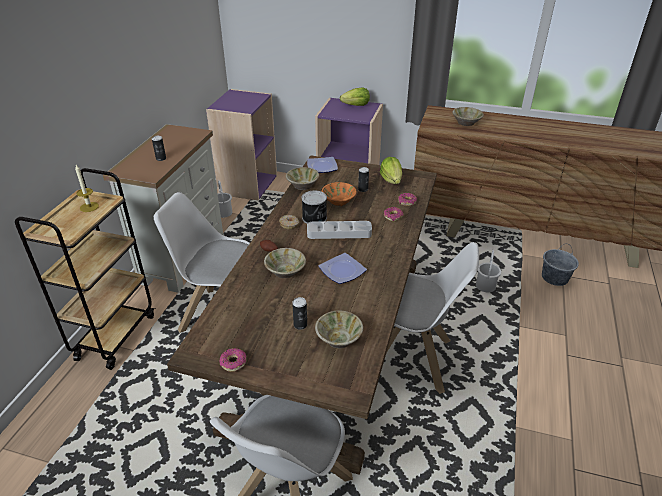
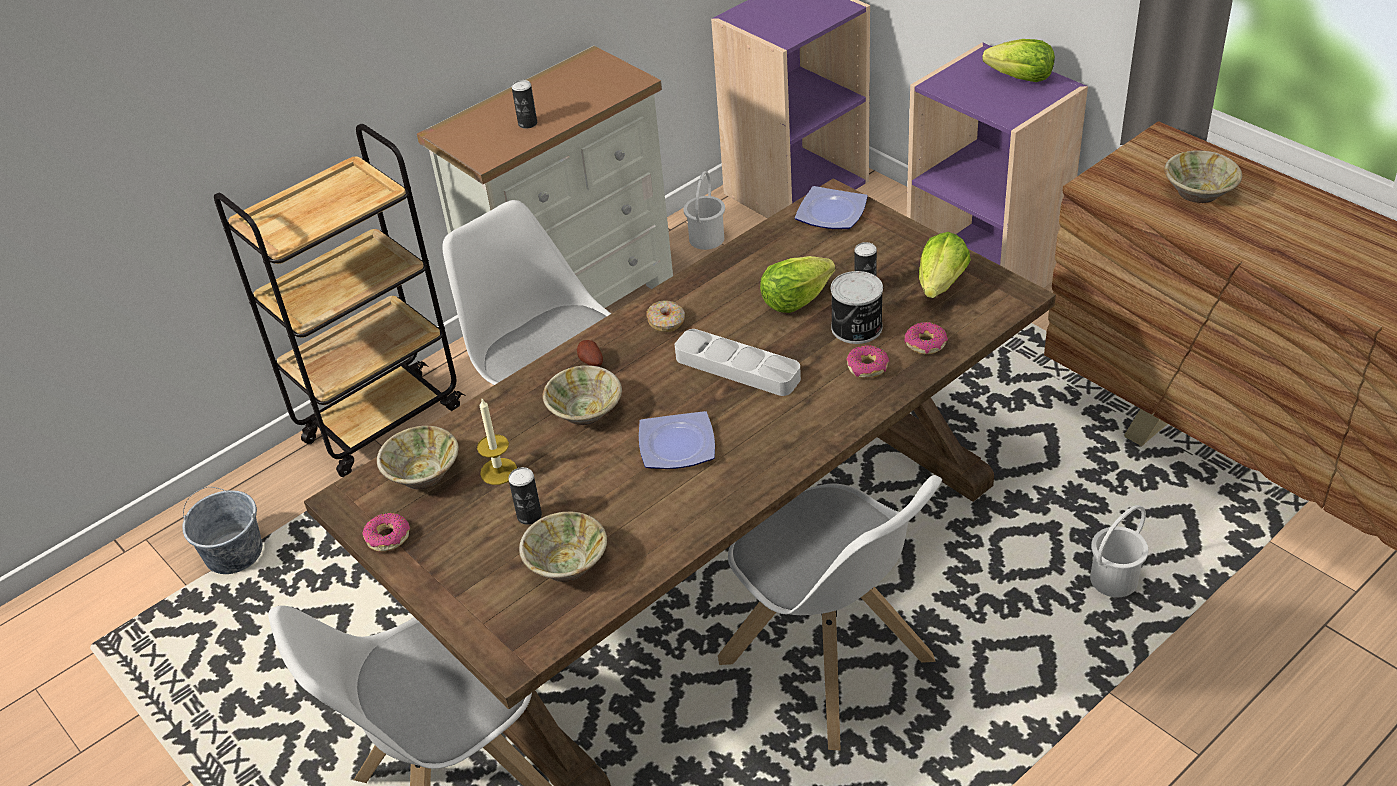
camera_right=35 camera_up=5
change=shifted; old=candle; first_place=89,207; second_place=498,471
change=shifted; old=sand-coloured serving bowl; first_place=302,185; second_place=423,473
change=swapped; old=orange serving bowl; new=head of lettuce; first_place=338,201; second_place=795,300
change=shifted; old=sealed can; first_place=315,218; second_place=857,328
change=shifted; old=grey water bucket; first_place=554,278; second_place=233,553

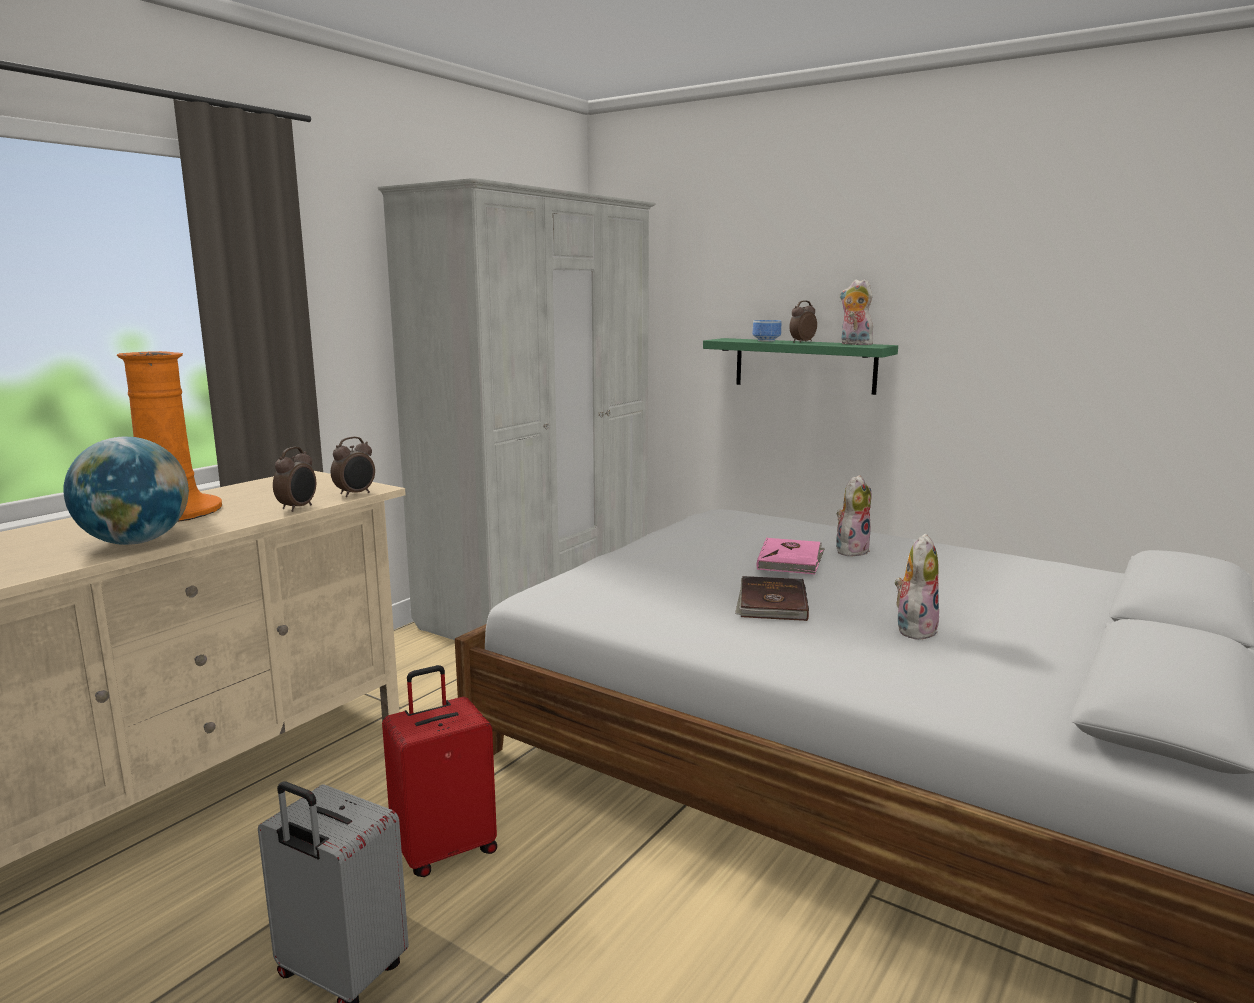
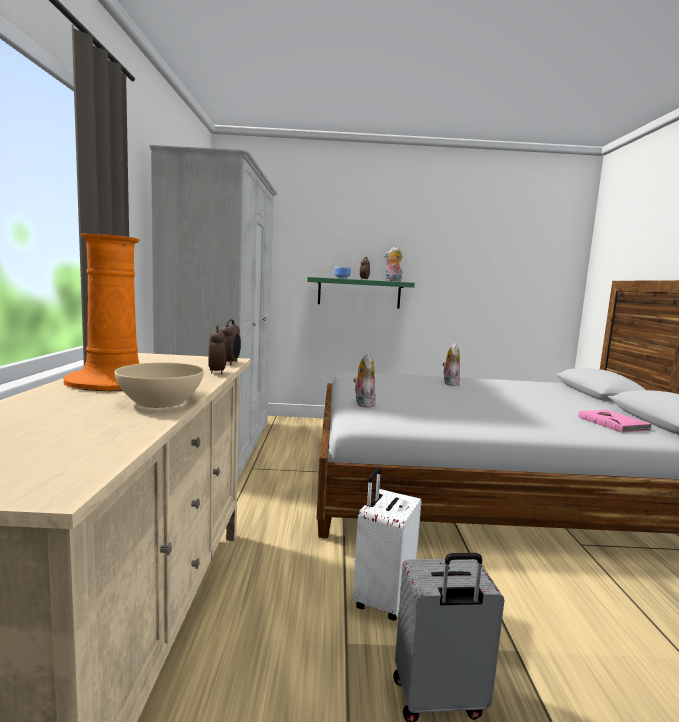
camera_right=-35 camera_up=-5
change=swapped; old=desk globe; new=sand-coloured serving bowl; first_place=136,542; second_place=161,401
change=shifted; old=plush toy; first_place=914,629; second_place=363,404
change=shifted; old=pink-coloured book; first_place=791,560; second_place=613,423
change=gone; old=brown-coloured book; first_place=771,603
change=repainted; old=red-coloured travel case; new=white travel case; first_place=445,849; second_place=382,599

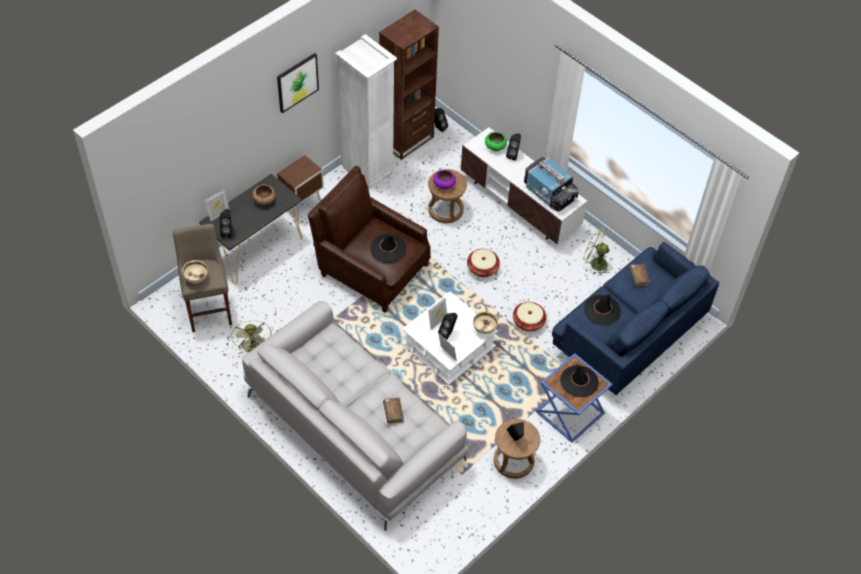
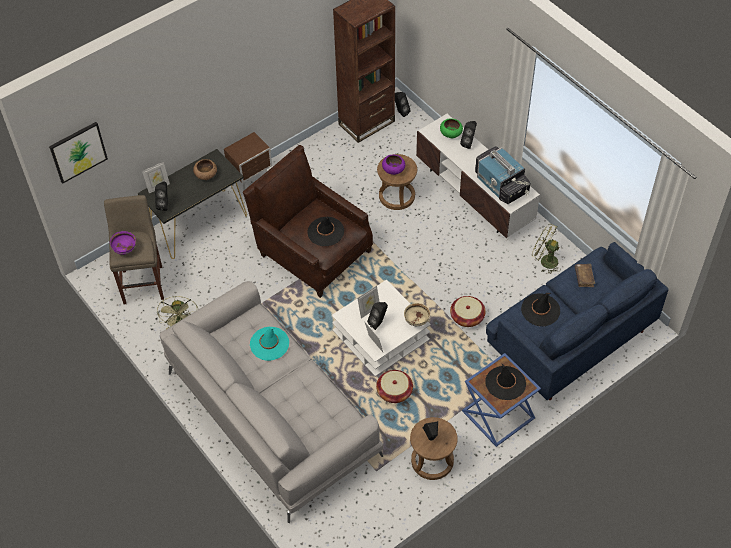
camera_right=10 camera_up=0
change=gone; old=white cupboard; first_place=368,169
change=shifted; old=wall art; first_place=297,82; second_place=78,151
change=shifted; old=basket; first_place=482,268; second_place=394,392
change=repainted; old=sand-coloured serving bowl; new=purple serving bowl; first_place=196,278; second_place=125,250
change=gone; old=brown-coloured book; first_place=393,412
change=new; new=turquoise-coloured wearable hat; second_place=269,344

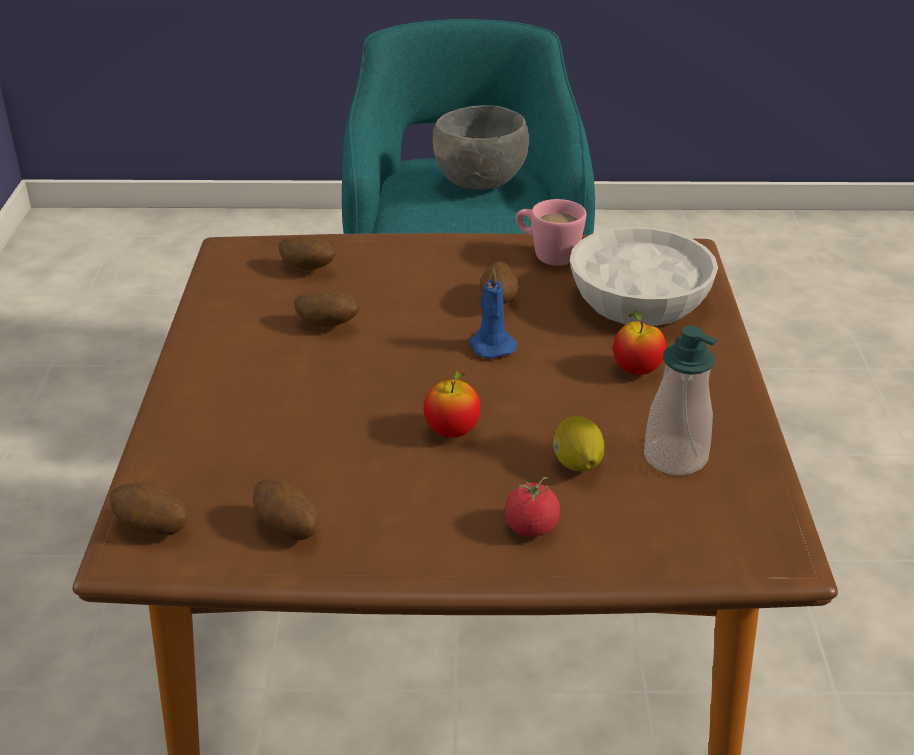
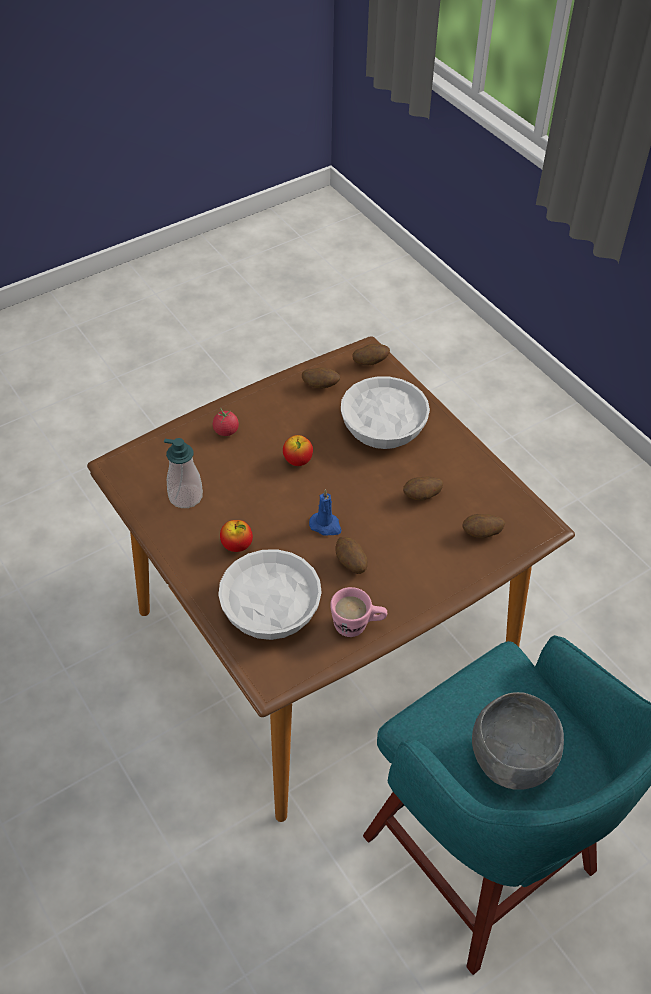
camera_right=145 camera_up=15
change=gone; old=lemon; first_place=577,465
change=new; new=white serving bowl; second_place=382,427

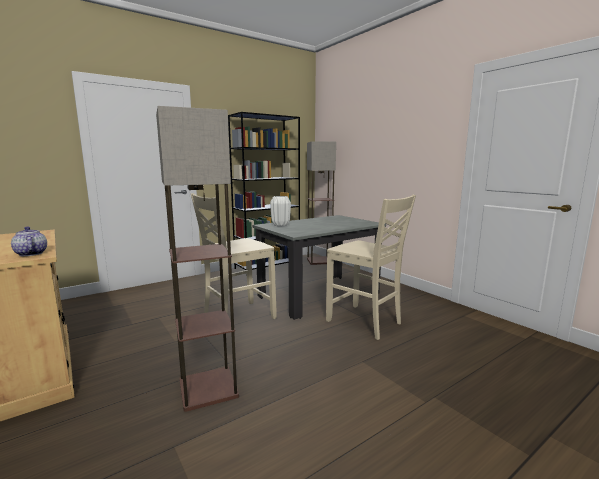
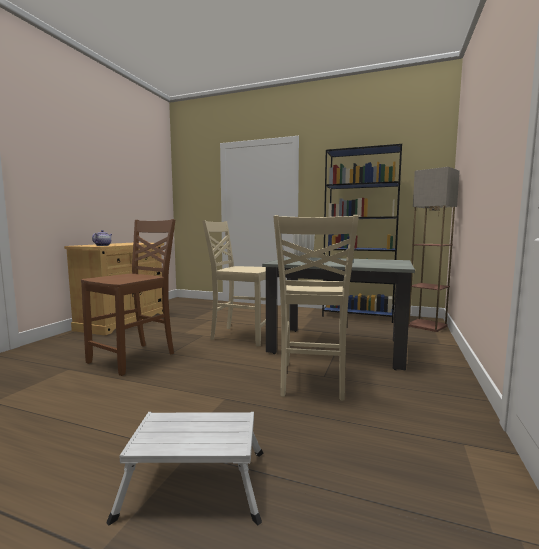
camera_right=55 camera_up=-5
change=swapped; old=standing lamp; new=brown-coloured chair; first_place=209,388; second_place=134,358
change=new; new=white step stool; second_place=194,483

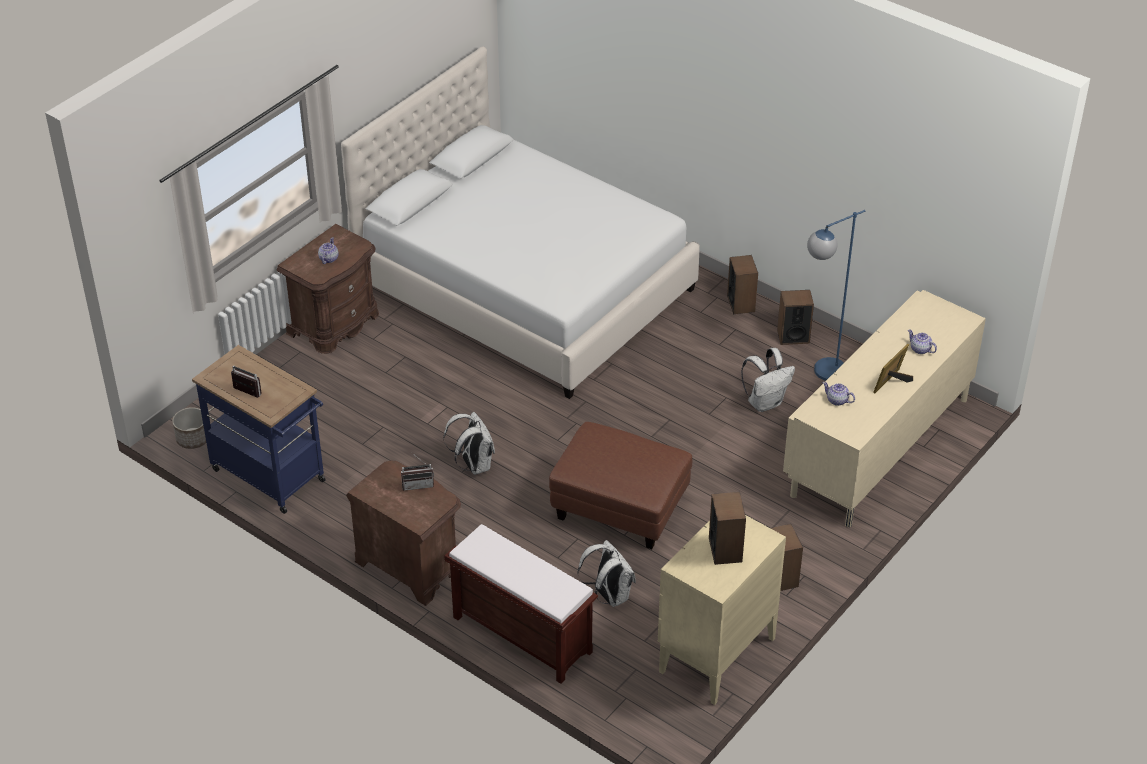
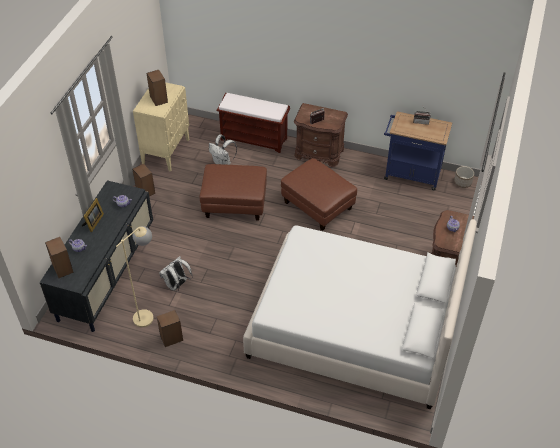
camera_right=160 camera_up=5
change=repainted; old=bluish standing lamp; new=sand-coloured standing lamp; first_place=821,375; second_place=148,314
change=shifted; old=loudspeaker; first_place=741,303; second_place=62,268
change=repainted; old=sand-coloured cupboard; new=blackish cupboard; first_place=877,445; second_place=107,275
change=swapped; old=white rucksack; new=brown-coloured ottoman; first_place=473,465; second_place=318,206

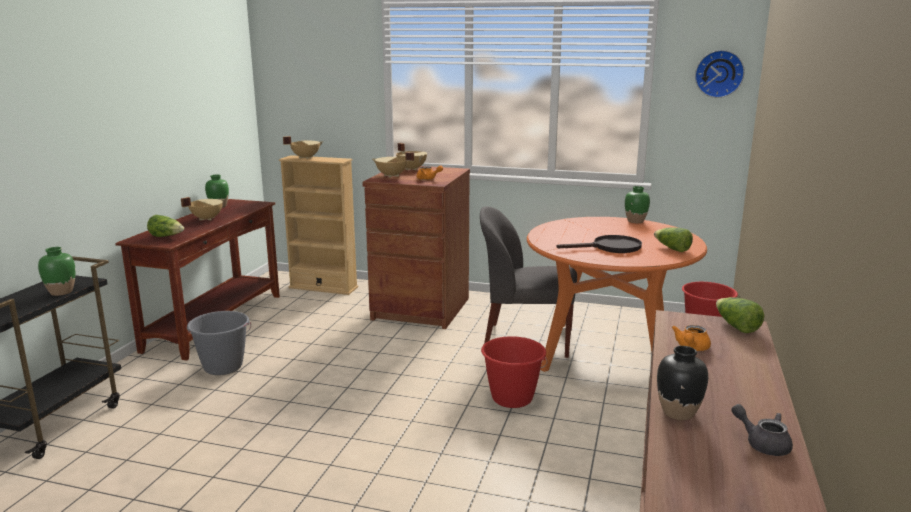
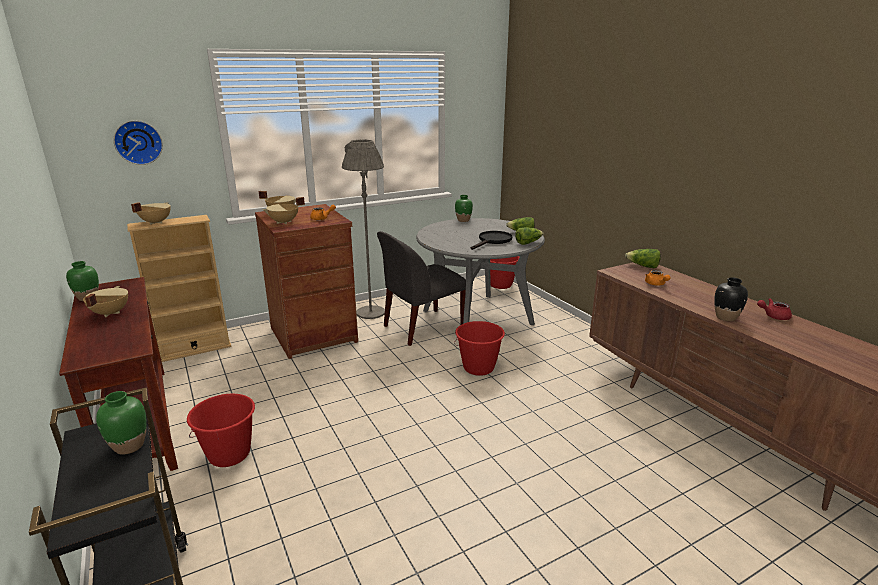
camera_right=-45 camera_up=5
change=shifted; old=clock on the wall; first_place=719,73; second_place=138,142
change=shifted; old=head of lettuce; first_place=167,236; second_place=528,243
change=repainted; old=orange dinner table; new=grey dinner table; first_place=606,353; second_place=477,317
change=repainted; old=grey water bucket; new=red-coloured water bucket; first_place=223,367; second_place=229,455
change=repainted; old=grey teapot; new=red-coloured teapot; first_place=762,443; second_place=773,316
change=new; new=grey standing lamp; second_place=370,312

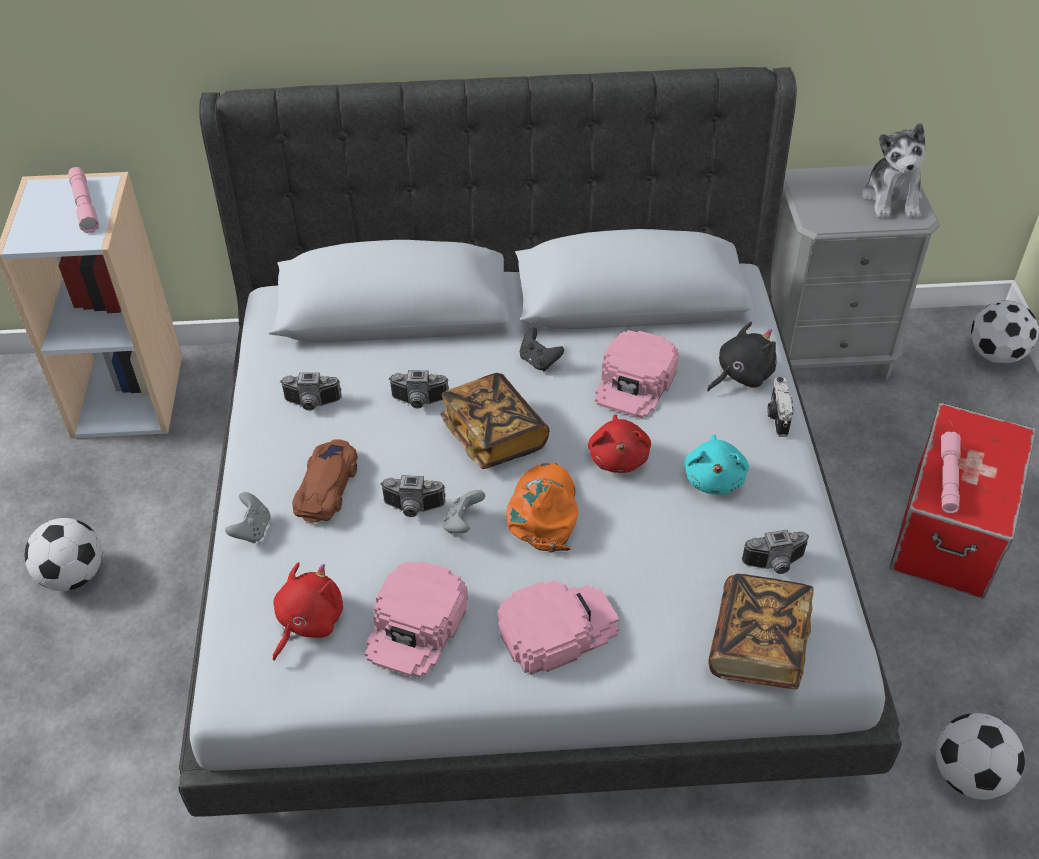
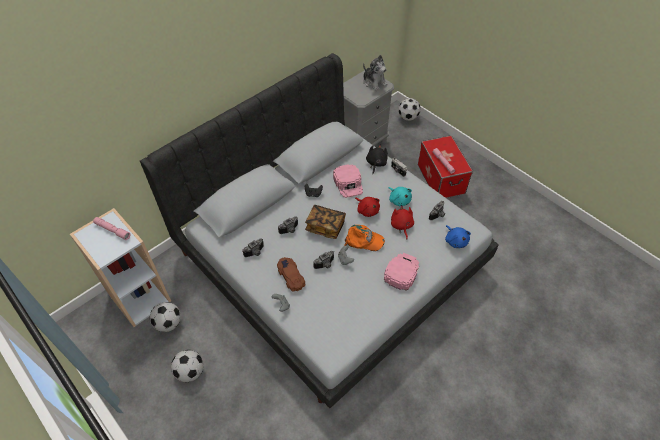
camera_right=-40 camera_up=5
change=rotated; old=orange peaked cap; first_place=544,511; second_place=363,240; degrees=135
change=gone; old=pink-coloured peaked cap; first_place=416,625
change=shifted; old=red-coloured plush toy; first_place=307,622; second_place=401,226
change=swapped; old=book; new=bluish plush toy; first_place=758,646; second_place=455,240
change=shifted; old=football; first_place=968,775; second_place=168,323

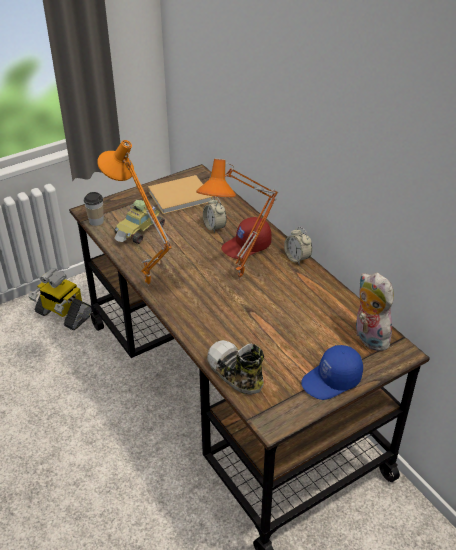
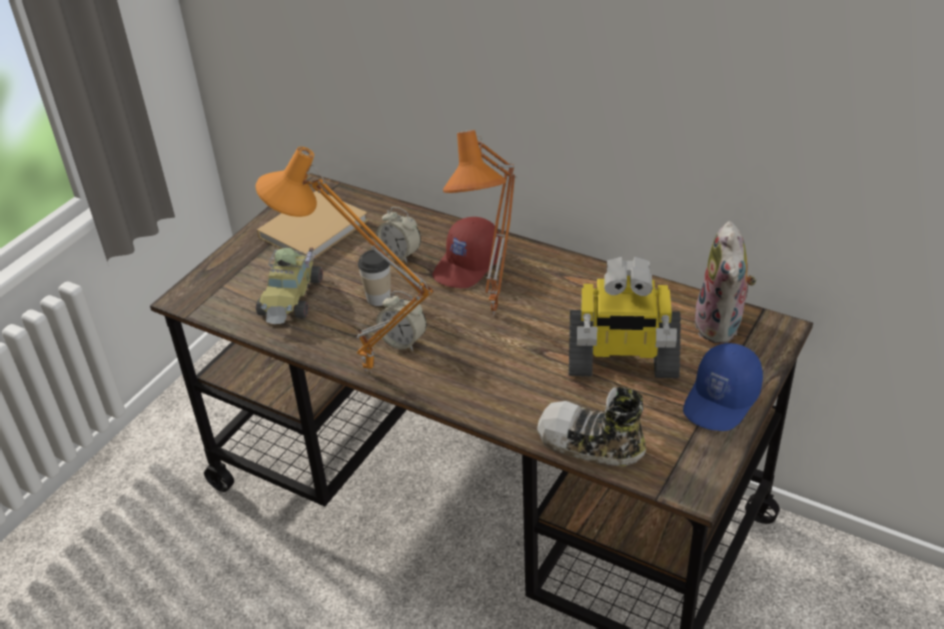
camera_right=-25 camera_up=0
change=shifted; old=small cup; first_place=96,221; second_place=378,298
change=shifted; old=alarm clock; first_place=297,258; second_place=403,341
change=shifted; old=toy robot; first_place=63,314; second_place=621,360
change=rotated; old=plush toy; first_place=368,337; second_place=722,326; degrees=-120

